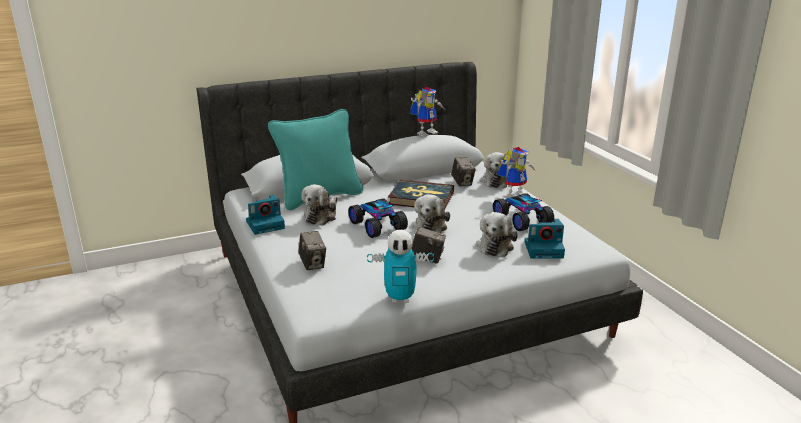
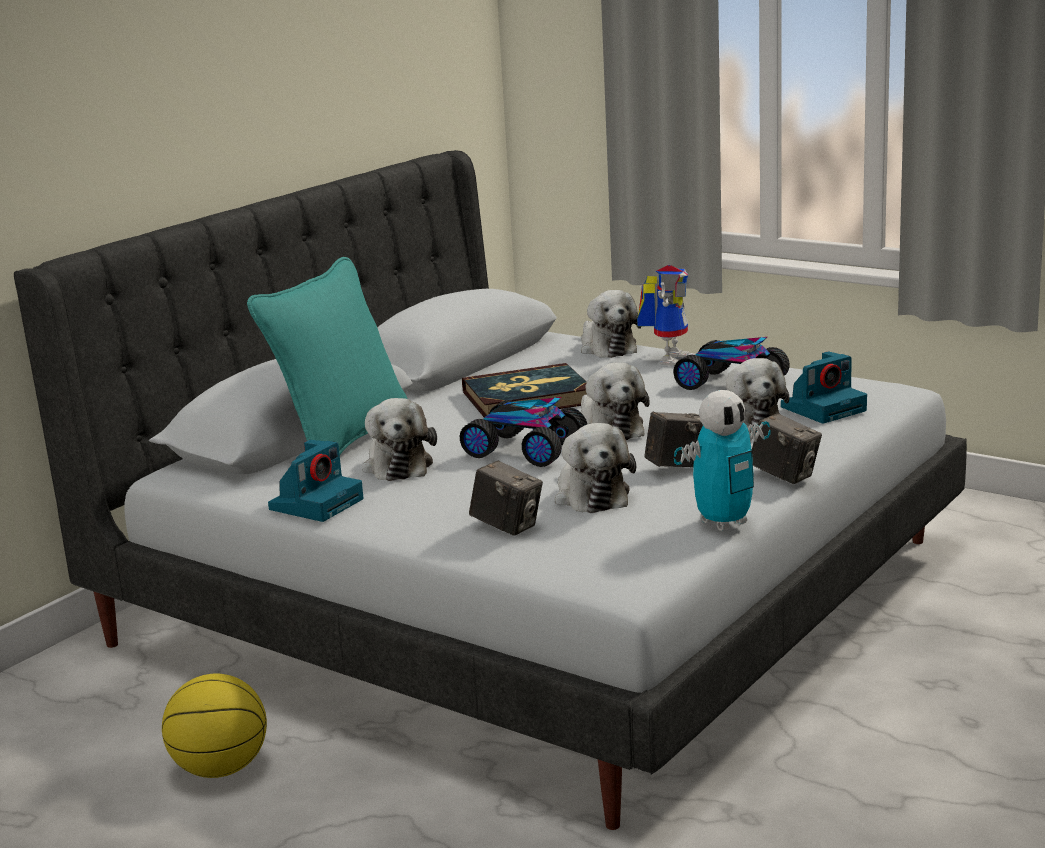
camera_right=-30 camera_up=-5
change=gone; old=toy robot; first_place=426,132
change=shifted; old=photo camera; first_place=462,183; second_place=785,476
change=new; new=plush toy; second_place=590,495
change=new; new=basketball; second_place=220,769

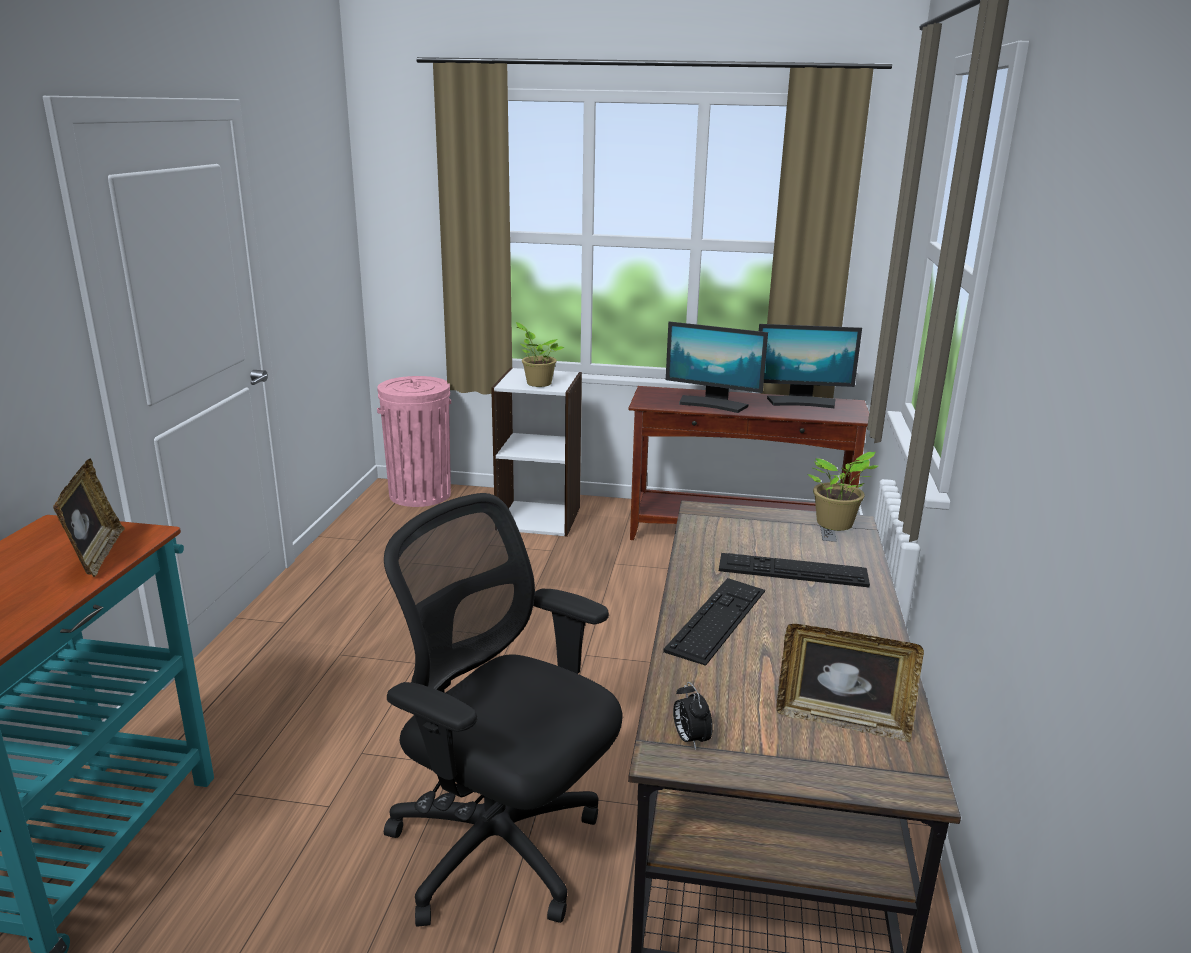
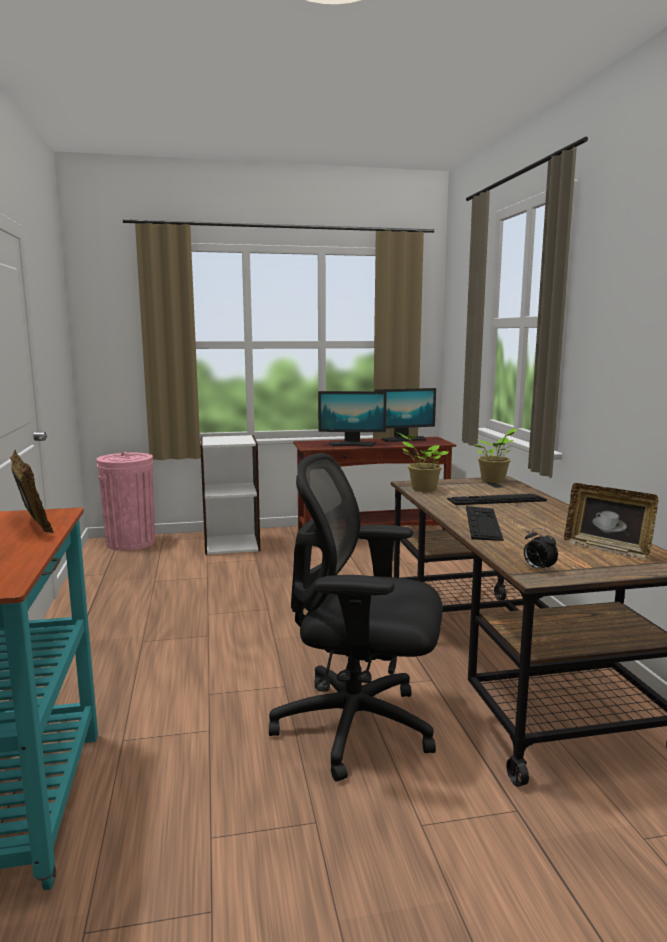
camera_right=-20 camera_up=-10
change=shifted; old=houseplant; first_place=537,383; second_place=421,489
change=rotated; old=photo frame; first_place=842,720; second_place=607,549; degrees=45

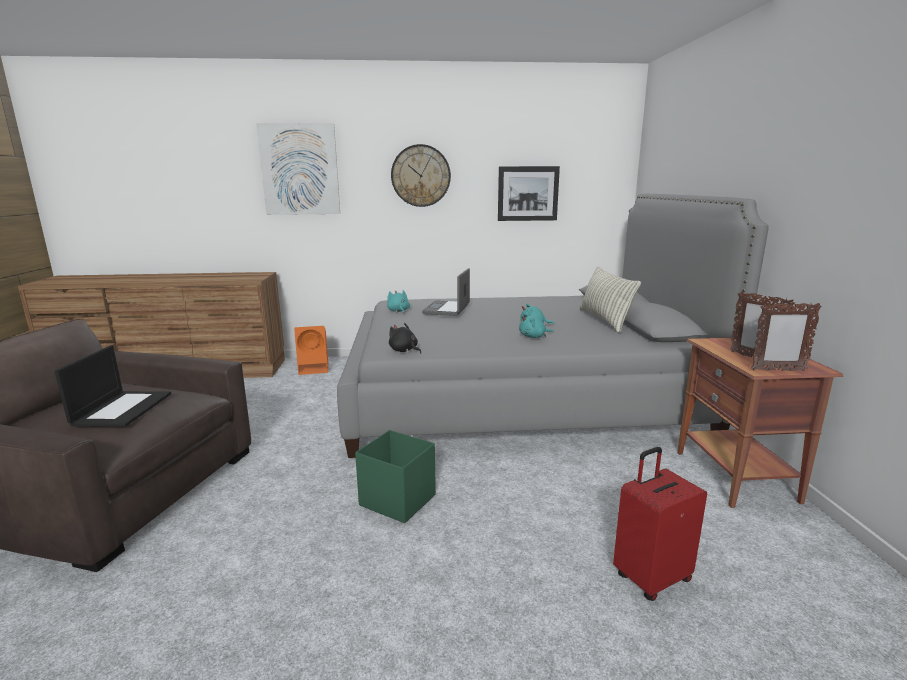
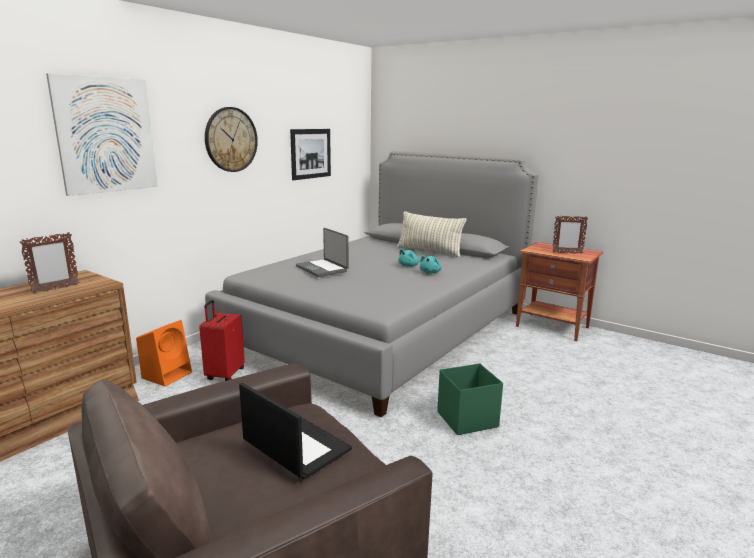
camera_right=-50 camera_up=0
change=gone; old=turquoise-coloured plush toy; first_place=398,311
change=shifted; old=photo frame; first_place=778,370; second_place=55,289
change=gone; old=blackish plush toy; first_place=404,350
change=shifted; old=red-coloured travel case; first_place=650,577; second_place=224,374

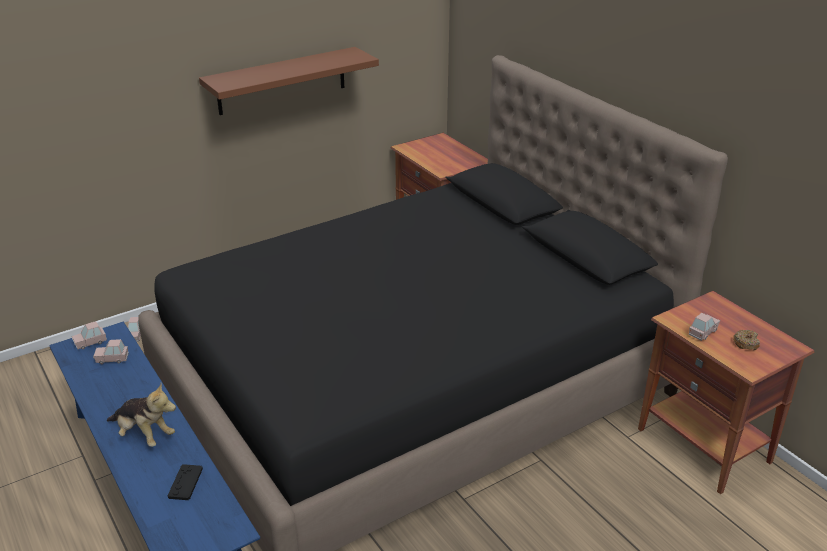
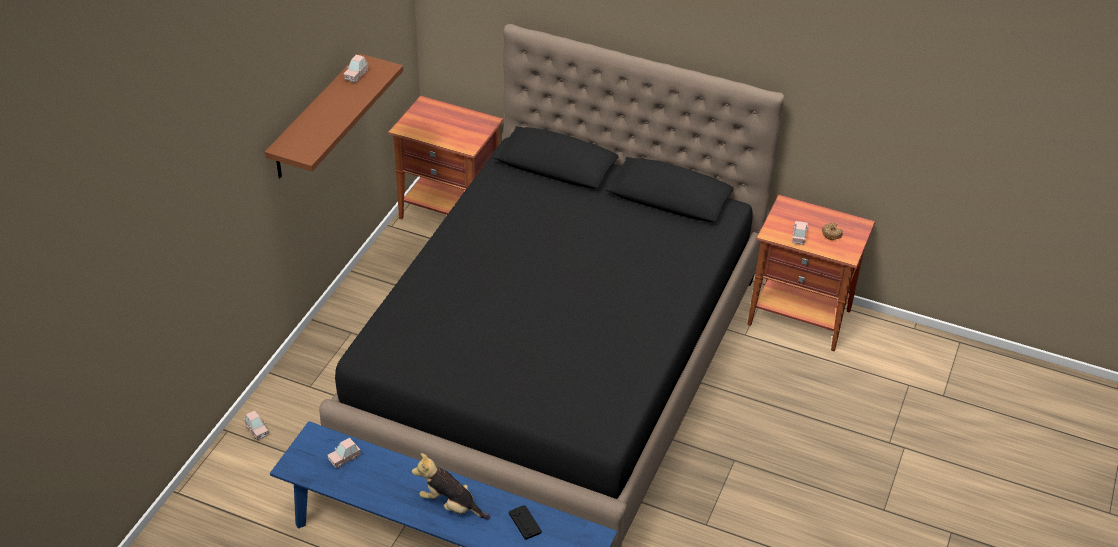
camera_right=-35 camera_up=10
change=shifted; old=pink-coloured miniature car; first_place=90,343; second_place=356,75
change=rotated; old=plush toy; first_place=144,435; second_place=450,505; degrees=-150

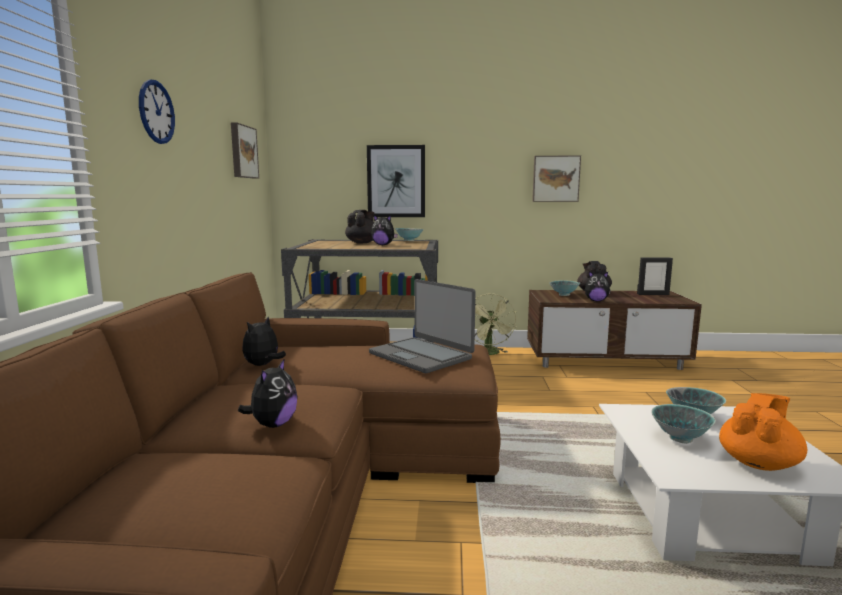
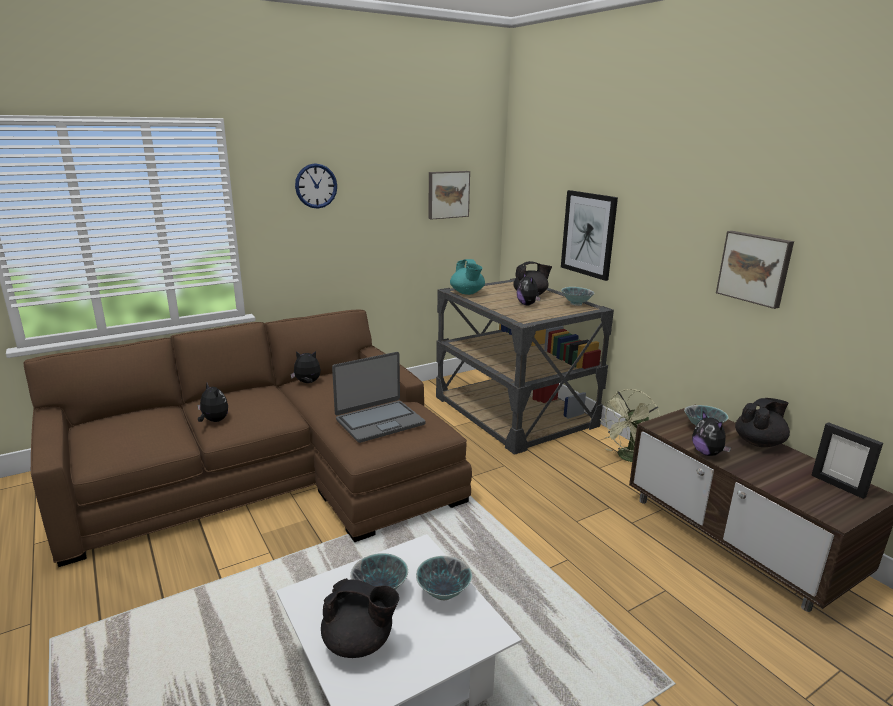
camera_right=55 camera_up=10
change=rotated; old=notebook computer; first_place=421,356; second_place=379,421; degrees=-135
change=rotated; old=plush toy; first_place=273,424; second_place=214,421; degrees=-120
change=repainted; old=orange teapot; new=blackish teapot; first_place=758,463; second_place=359,643
change=new; new=turquoise-coloured teapot; second_place=467,293

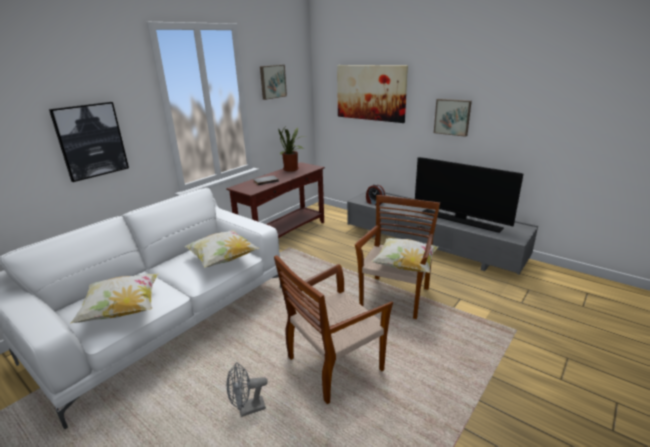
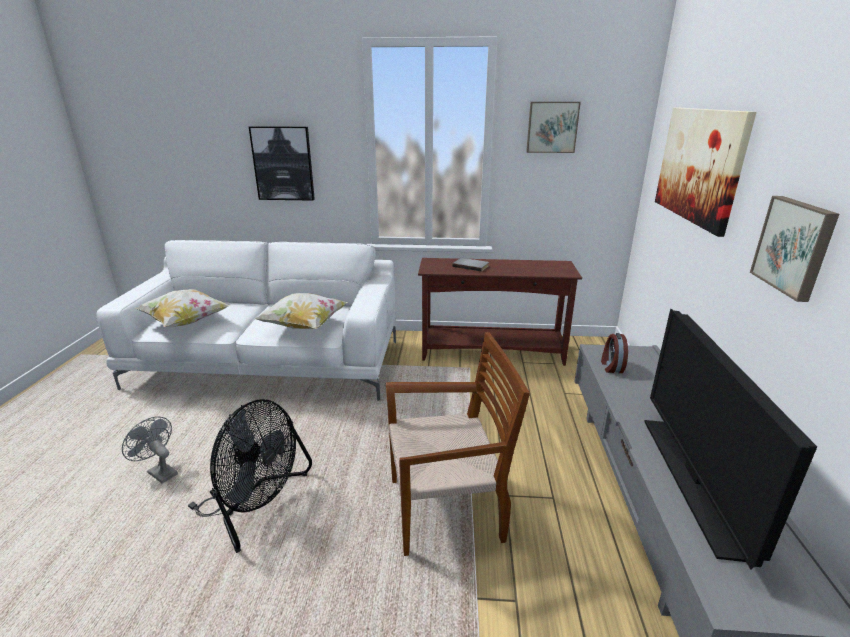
camera_right=55 camera_up=0
change=gone; old=houseplant; first_place=292,169
change=gone; old=cushion; first_place=405,266
change=swapped; old=brown-coloured lounge chair; new=blackish fan; first_place=334,364; second_place=254,506

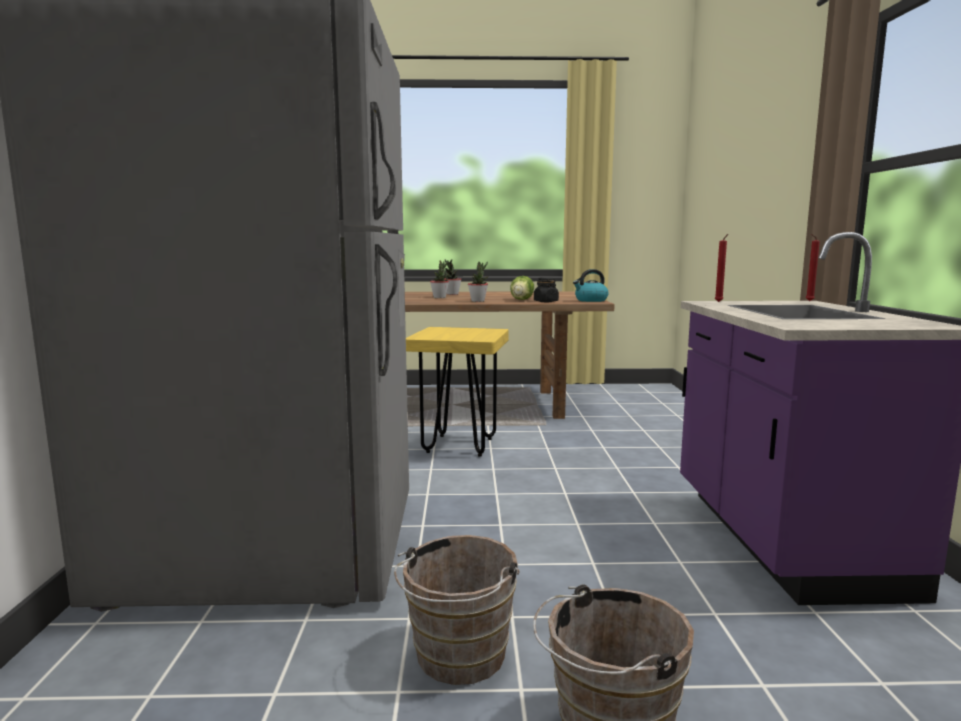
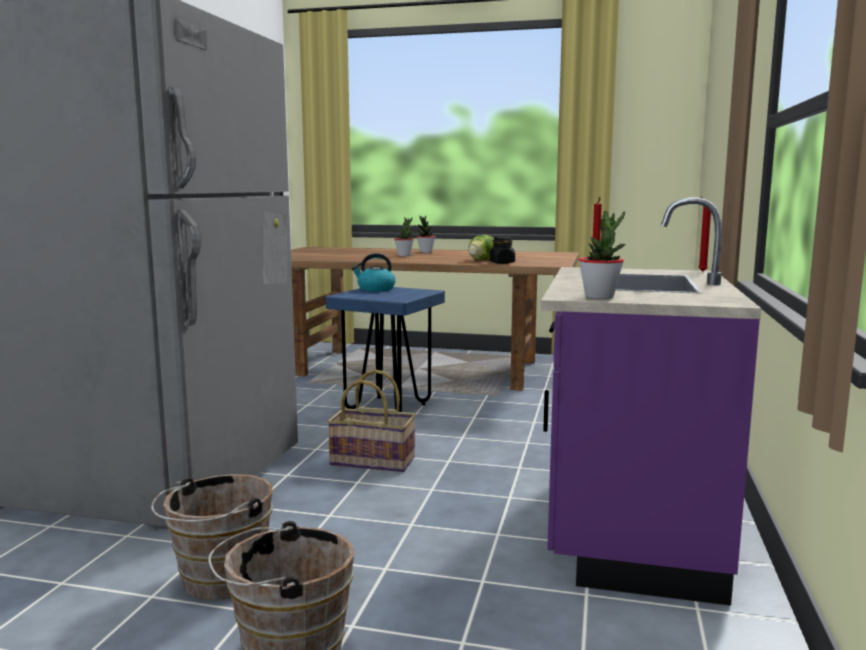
camera_right=15 camera_up=0
change=shifted; old=houseplant; first_place=478,301; second_place=599,297
change=shifted; old=tea kettle; first_place=590,300; second_place=375,289
change=repainted; old=yellow-coloured stool seat; new=bluish stool seat; first_place=459,445; second_place=388,408
change=new; new=basket; second_place=373,461

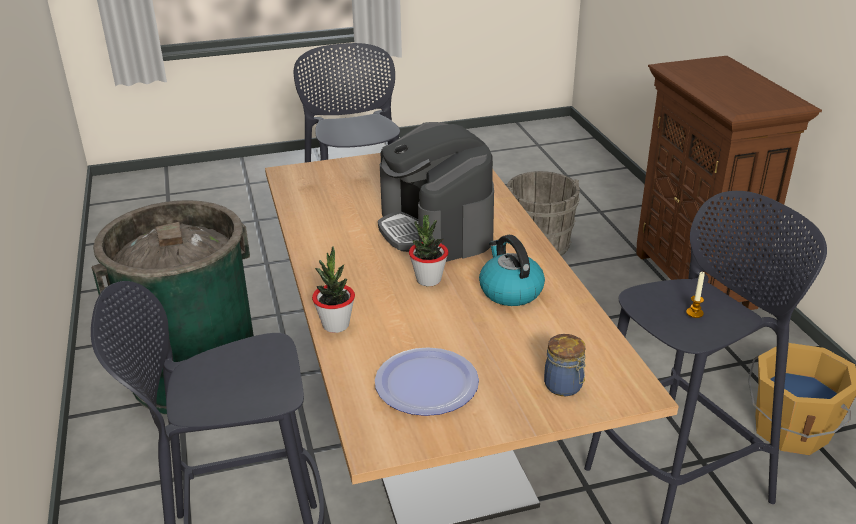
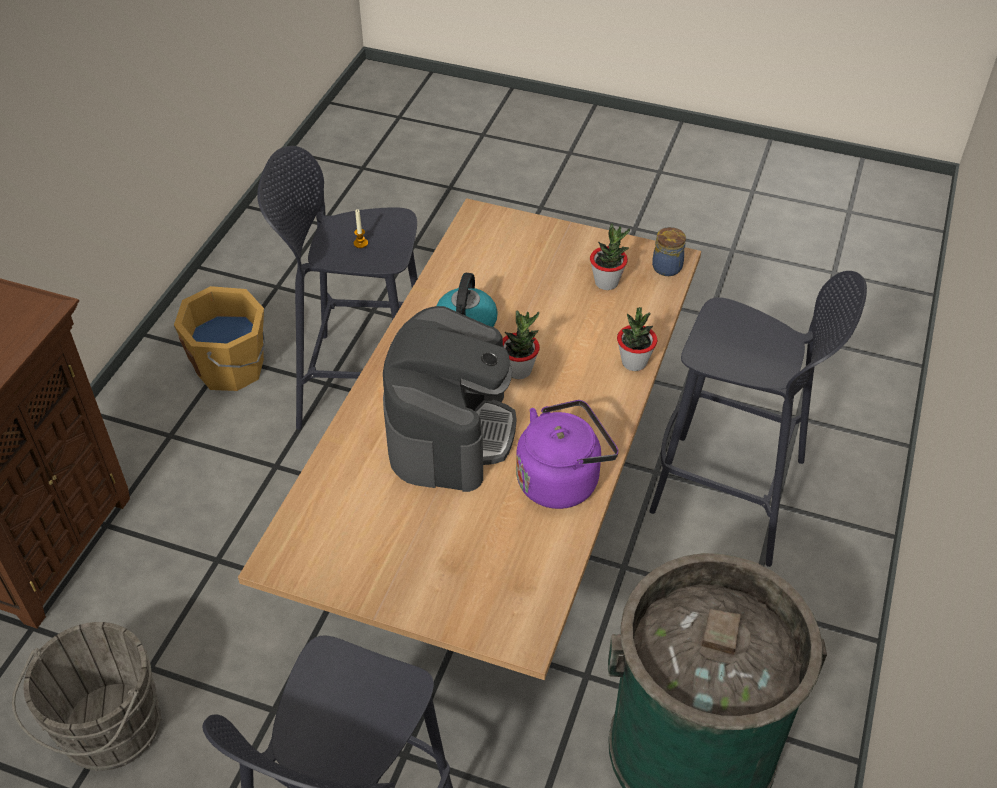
camera_right=-145 camera_up=15
change=shifted; old=preserve jar; first_place=564,386; second_place=666,266
change=swapped; old=flat dish; new=houseplant; first_place=426,383; second_place=606,282
change=new; new=purple tea kettle; second_place=562,479

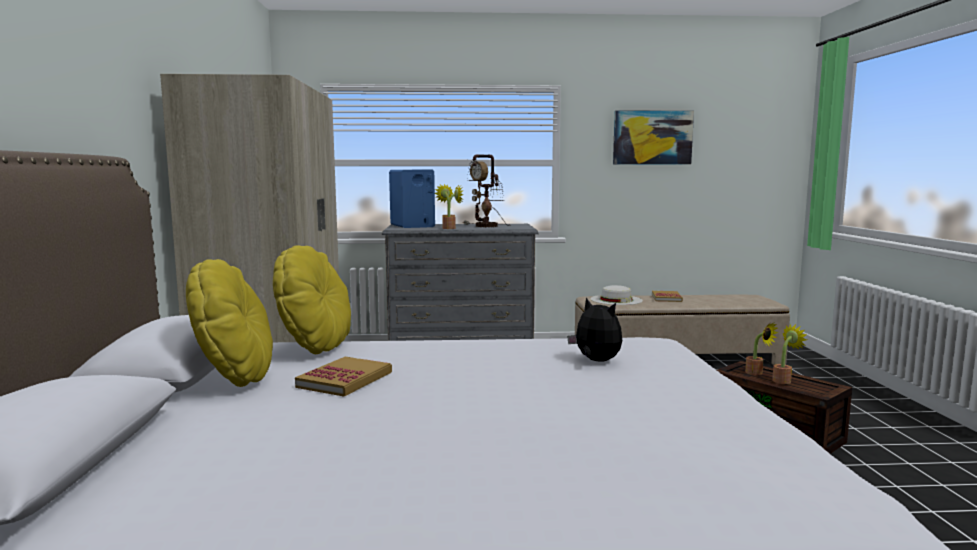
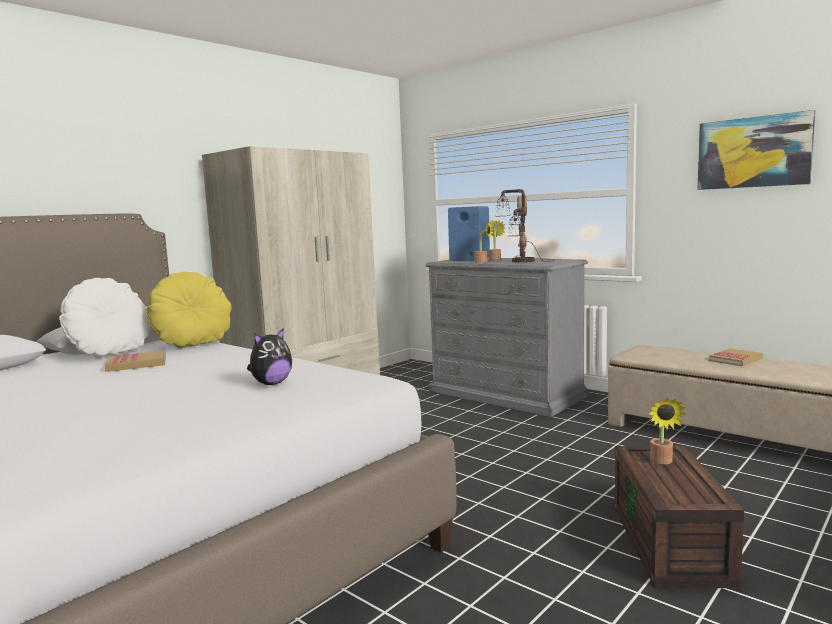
camera_right=45 camera_up=0
change=repainted; old=yellow-coloured cushion; new=white cushion; first_place=235,379; second_place=111,354
change=gone; old=white wearable hat; first_place=616,300
change=rotated; old=plush toy; first_place=596,361; second_place=271,383; degrees=45
change=gone; old=houseplant; first_place=784,380

